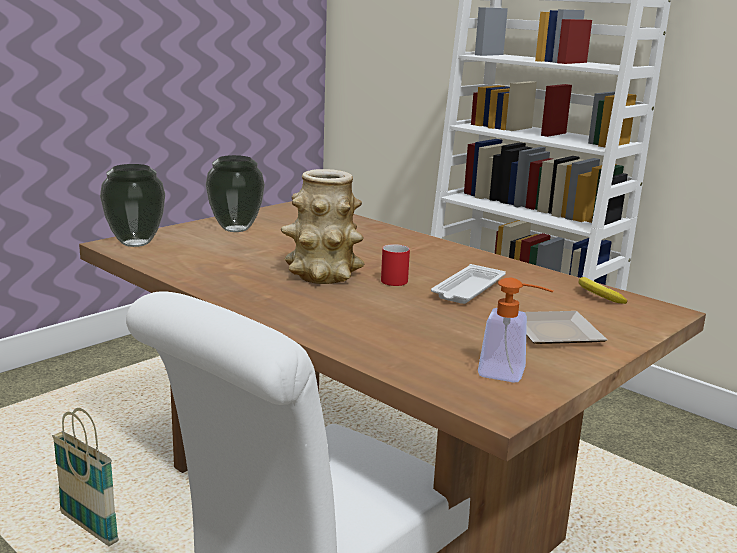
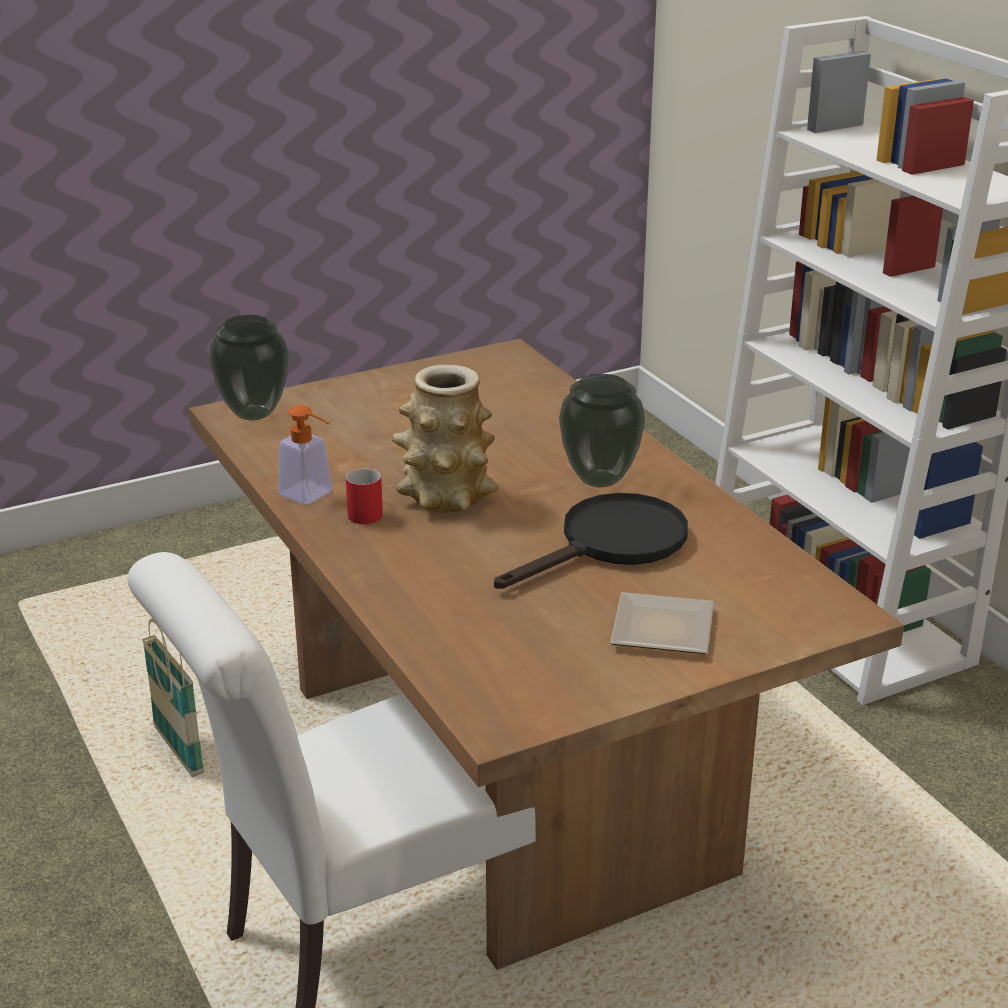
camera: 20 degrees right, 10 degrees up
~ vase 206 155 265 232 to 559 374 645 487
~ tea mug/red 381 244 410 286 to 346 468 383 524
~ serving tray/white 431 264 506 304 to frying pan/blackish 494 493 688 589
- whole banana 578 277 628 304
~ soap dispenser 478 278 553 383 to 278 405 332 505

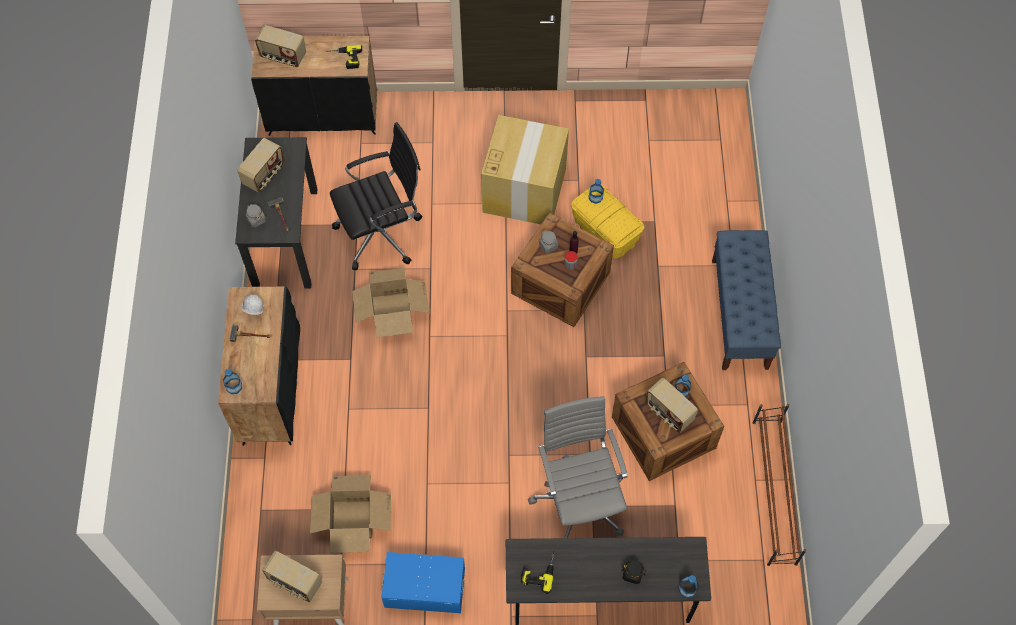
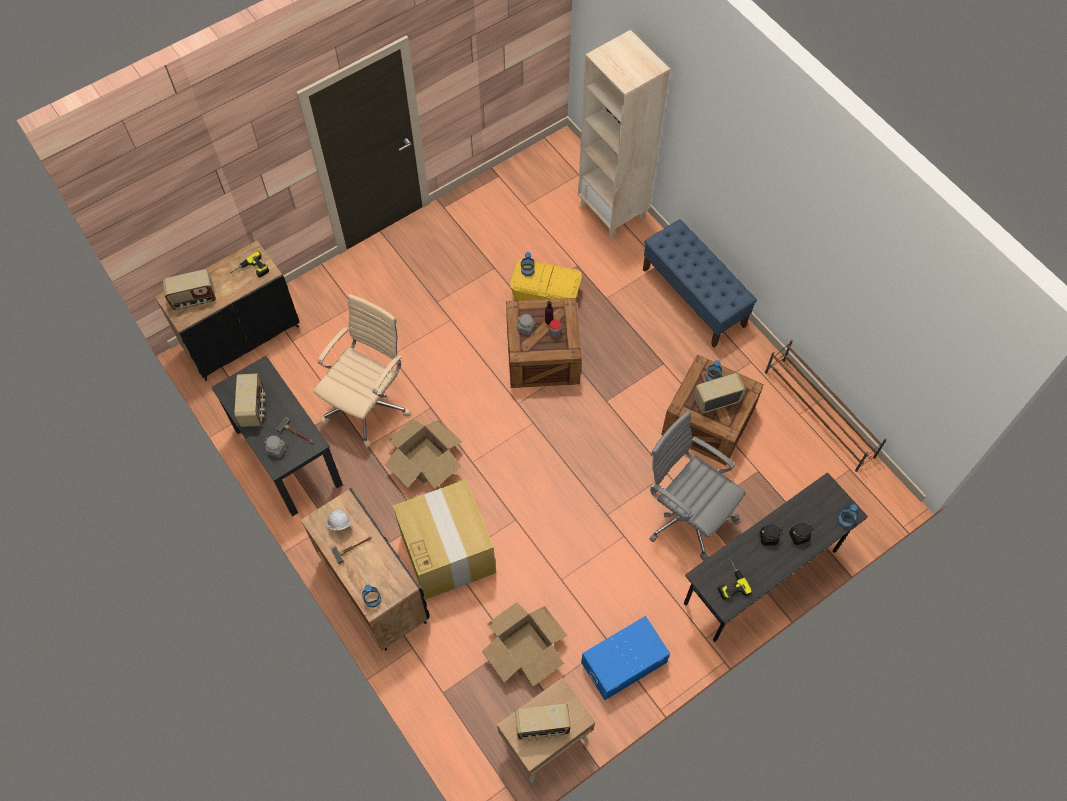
camera: 35 degrees left, 0 degrees up
~ carton 481 115 569 224 to 393 479 496 600
~ computer chair/blackish 330 122 422 270 to computer chair/beige-coloured 314 294 411 448
~ radio 645 378 698 433 = 694 373 746 414 150 degrees clockwise
+ bookcase/beige-coloured 578 30 670 239
+ jar/blackish 759 524 783 545

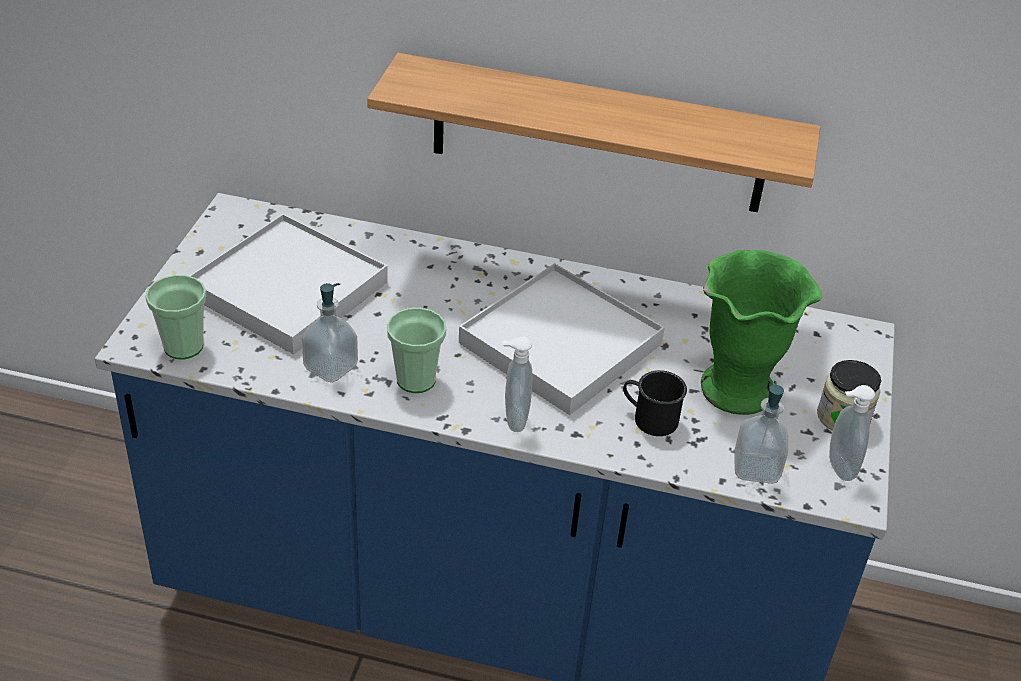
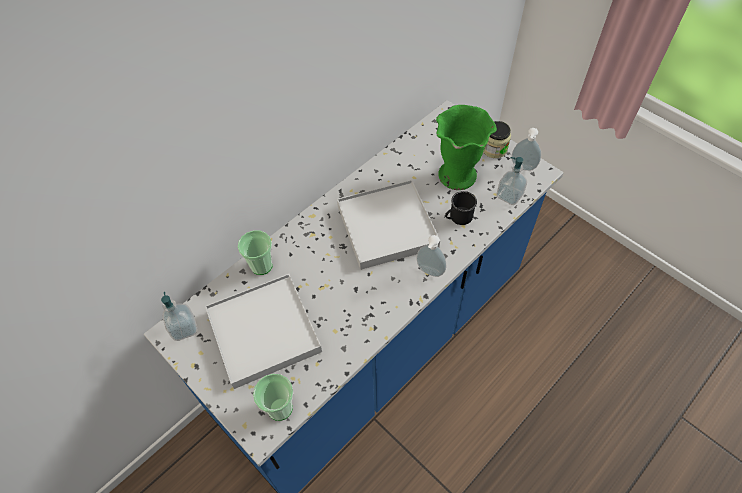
camera: 55 degrees left, 15 degrees up
- wall shelf 367 53 820 212
~ soap dispenser 302 283 358 383 to 161 292 198 341
~ drinking cup 387 308 446 393 to 238 230 272 275

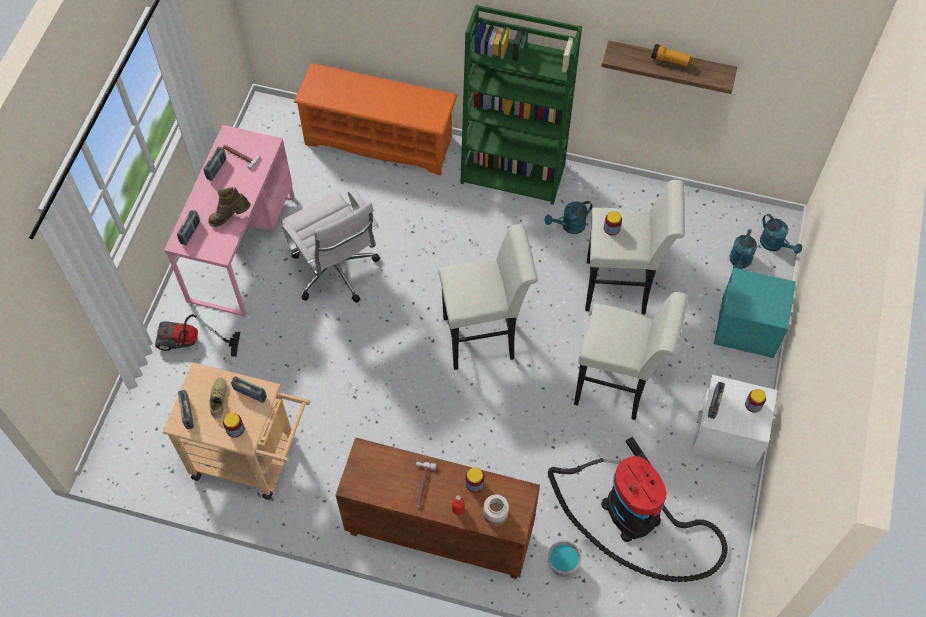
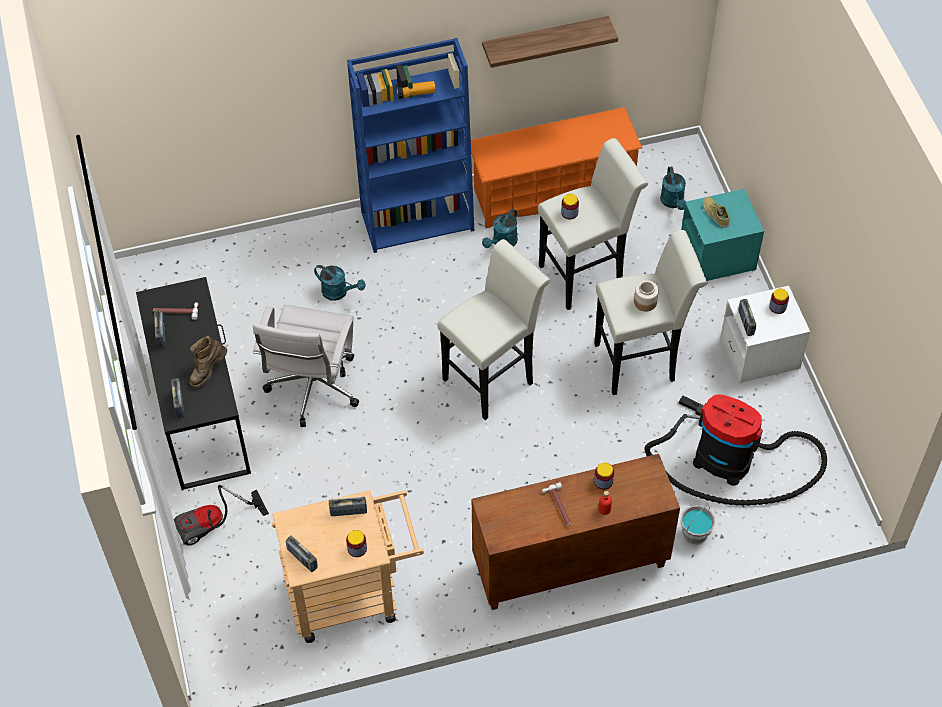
camera: 30 degrees left, 5 degrees down
~ bookcase/green 460 4 582 205 to bookcase/bluish 347 38 474 253
~ hand torch 651 44 691 67 to 396 81 436 99
~ shoe rack/orange-coloured 294 63 457 175 to 471 108 642 228
~ desk/pink-coloured 164 125 295 316 to desk/blackish 136 277 251 490
~ computer chair/white 281 189 380 303 = 253 305 359 427 75 degrees clockwise
~ watering can/turquoise 760 214 802 254 to 314 265 366 301
~ low shoe/beige-coloured 210 377 227 419 to 703 197 730 228
~ jar 483 495 509 526 to 634 280 659 312

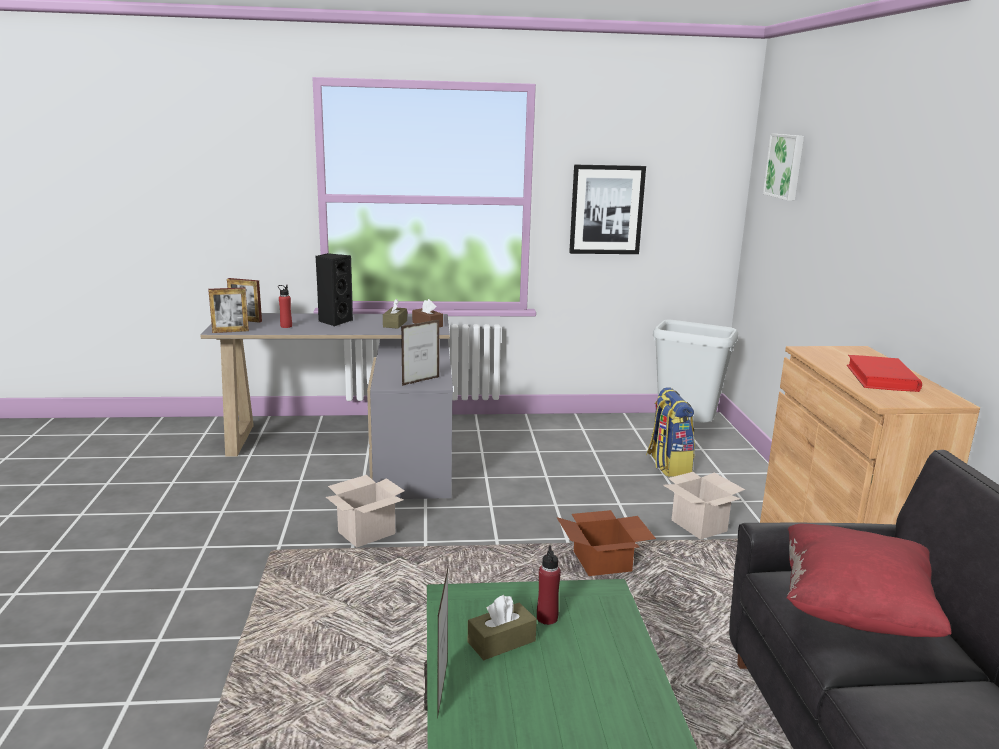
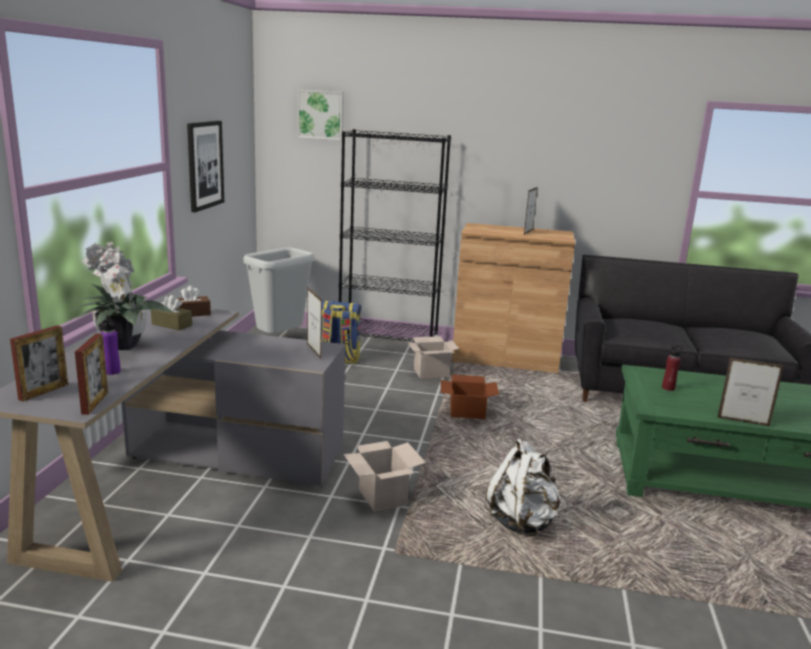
camera: 75 degrees left, 0 degrees up
~ loudspeaker/blackish 316 253 353 326 to plant in a pot 69 242 173 350
~ drink bottle/red 278 285 292 328 to drink bottle/purplish 100 315 120 375
~ book/red 847 355 922 392 to photo frame 524 187 538 235
- cushion/red 787 524 952 637
- tissue holder/brown-coloured 468 595 537 660
+ bookcase/blackish 339 129 451 342
+ rucksack/white 485 438 561 536

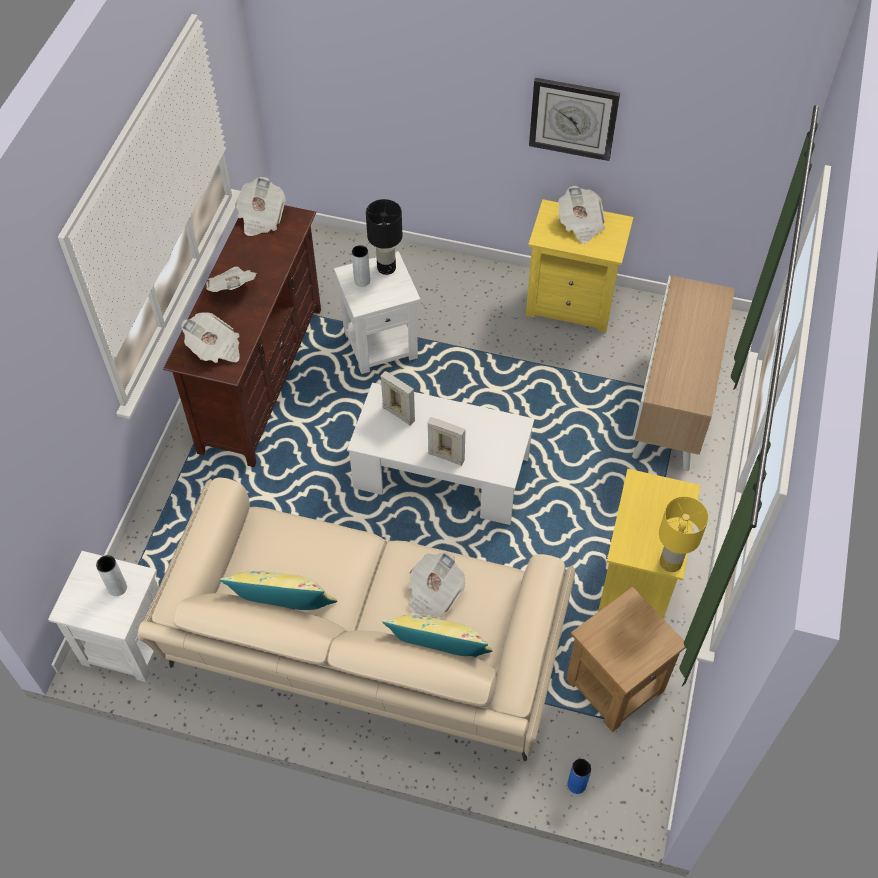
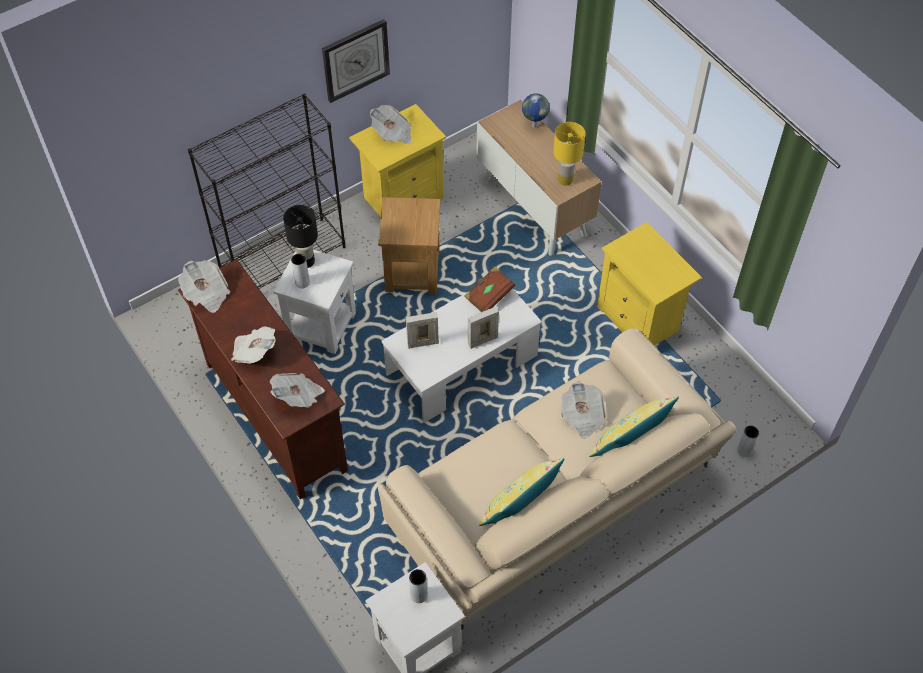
camera: 50 degrees left, 0 degrees up
~ tabletop lamp/yellow-coloured 659 496 709 572 to 553 122 586 185
~ end table/brown-coloured 566 587 686 732 to 378 197 441 294
~ vase/bluish 568 758 592 794 to vase/greyish 737 425 759 457
+ globe 522 93 550 128
+ bookcase/blackish 188 94 345 289
+ book/brown-coloured 465 266 515 312

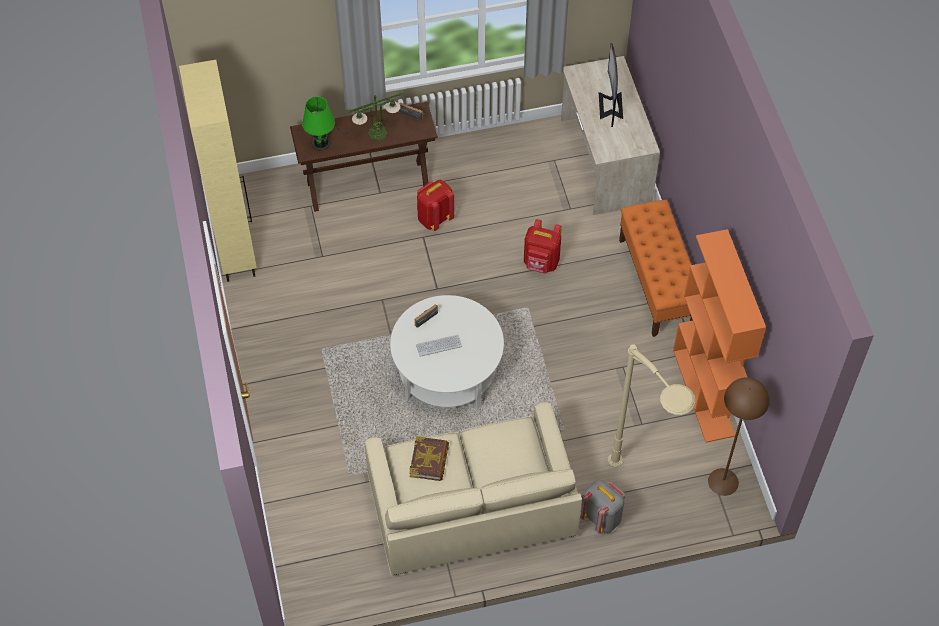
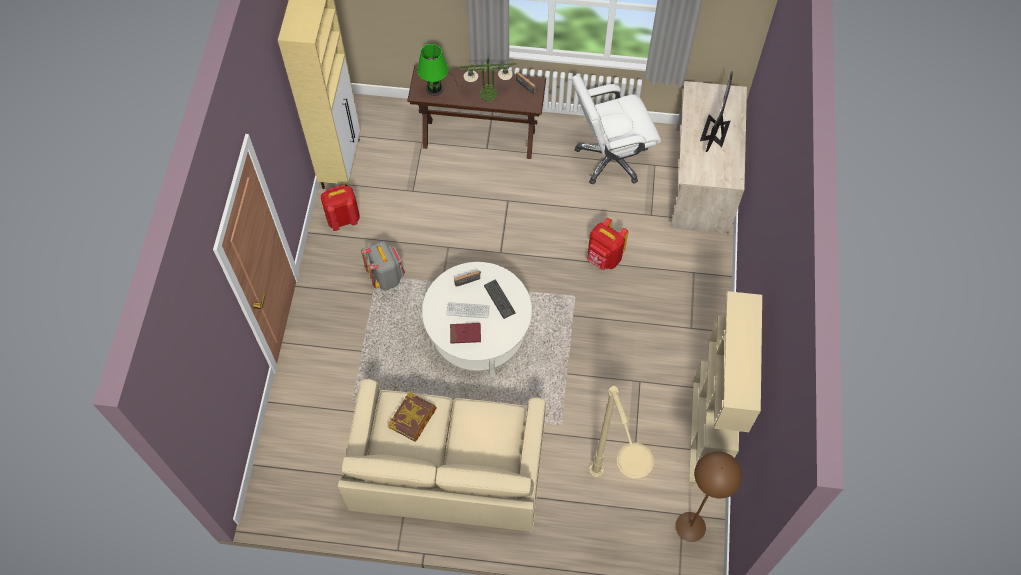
camera: 20 degrees right, 5 degrees up
~ rucksack/red 417 180 454 231 to 321 185 360 231
- bench/orange-coloured 619 200 693 337
~ bookcase/orange-coloured 673 229 766 443 to bookcase/beige-coloured 689 291 762 483
~ rucksack/greyish 580 480 625 534 to 361 241 405 290
+ computer chair/white 572 75 661 184
+ keyboard 484 280 515 319
+ book/red 450 323 481 344

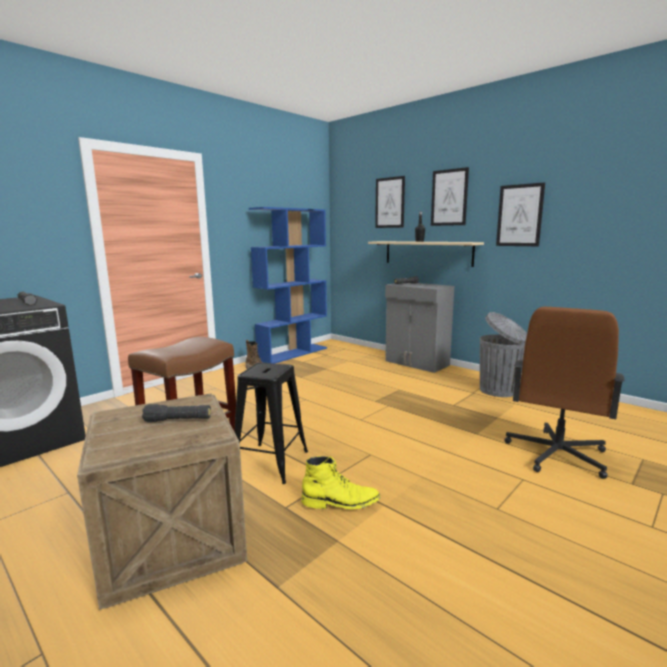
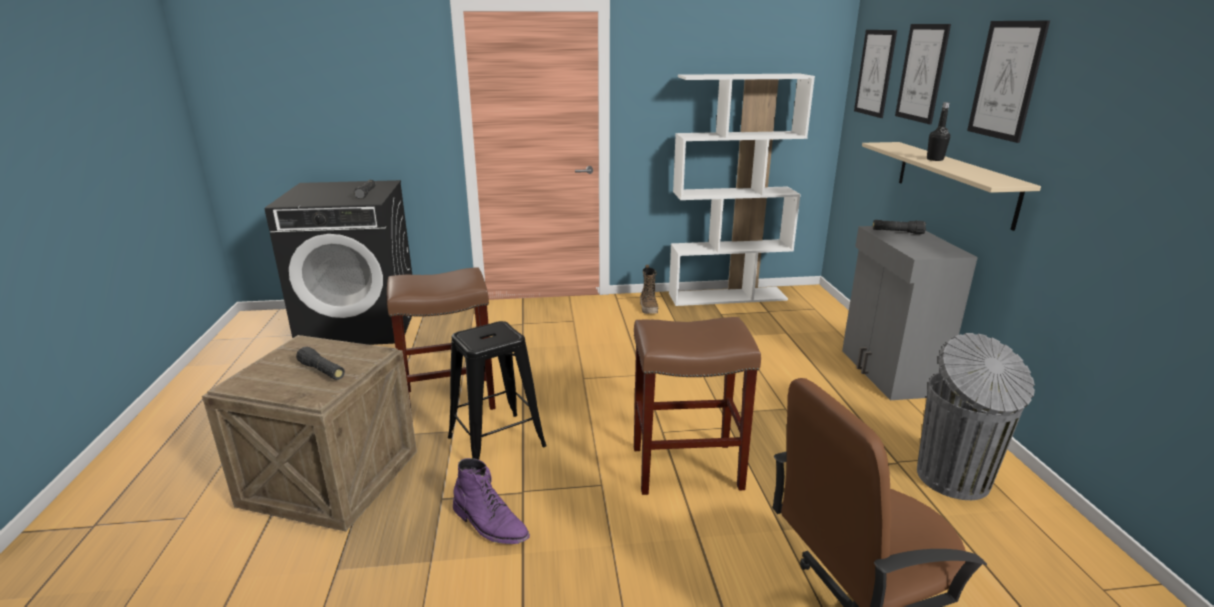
camera: 40 degrees right, 10 degrees up
~ picture 496 183 545 246 to 854 30 897 118
~ bookcase/bluish 249 207 327 364 to bookcase/white 669 74 815 306
~ tall boot/yellow-coloured 301 456 380 509 to tall boot/purplish 453 458 530 544
+ stool/brown-coloured 634 317 761 495

